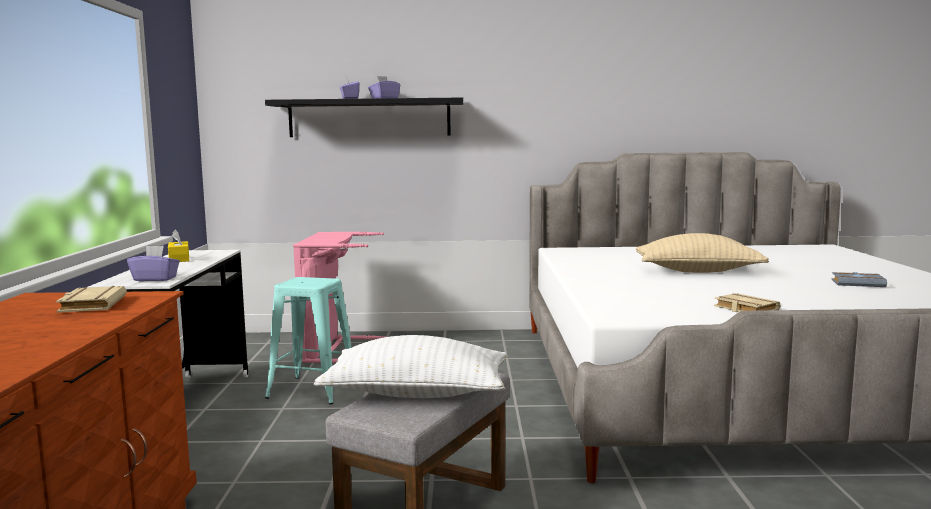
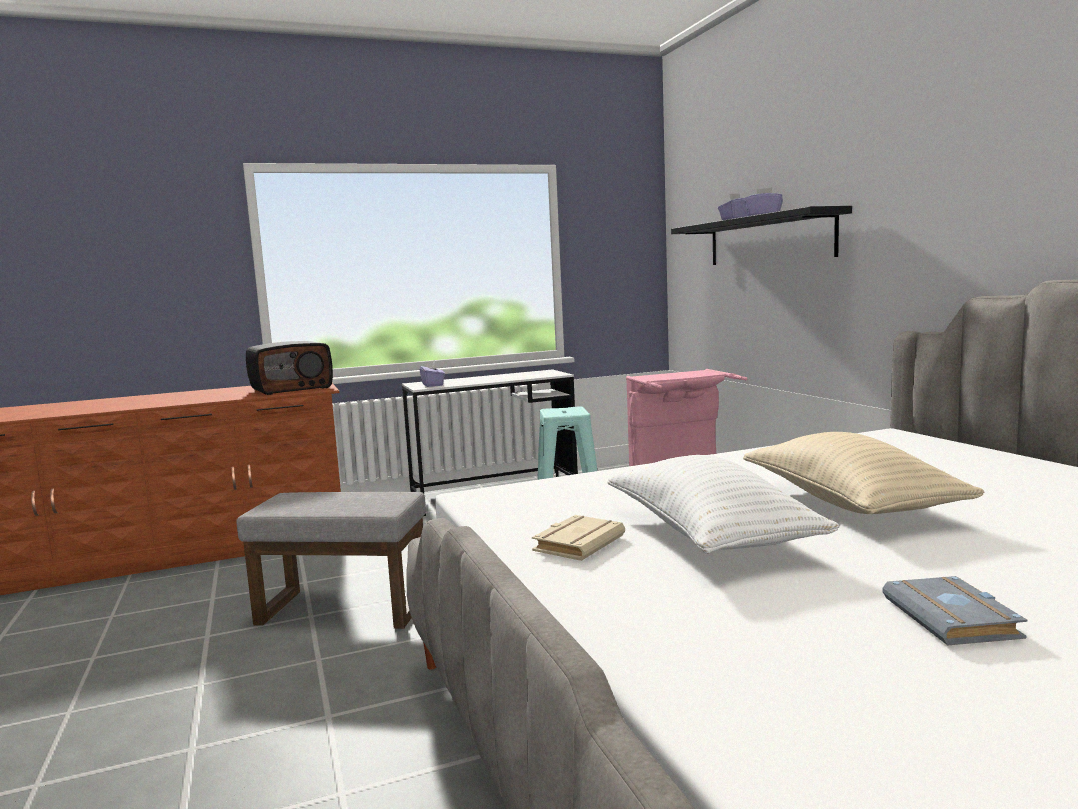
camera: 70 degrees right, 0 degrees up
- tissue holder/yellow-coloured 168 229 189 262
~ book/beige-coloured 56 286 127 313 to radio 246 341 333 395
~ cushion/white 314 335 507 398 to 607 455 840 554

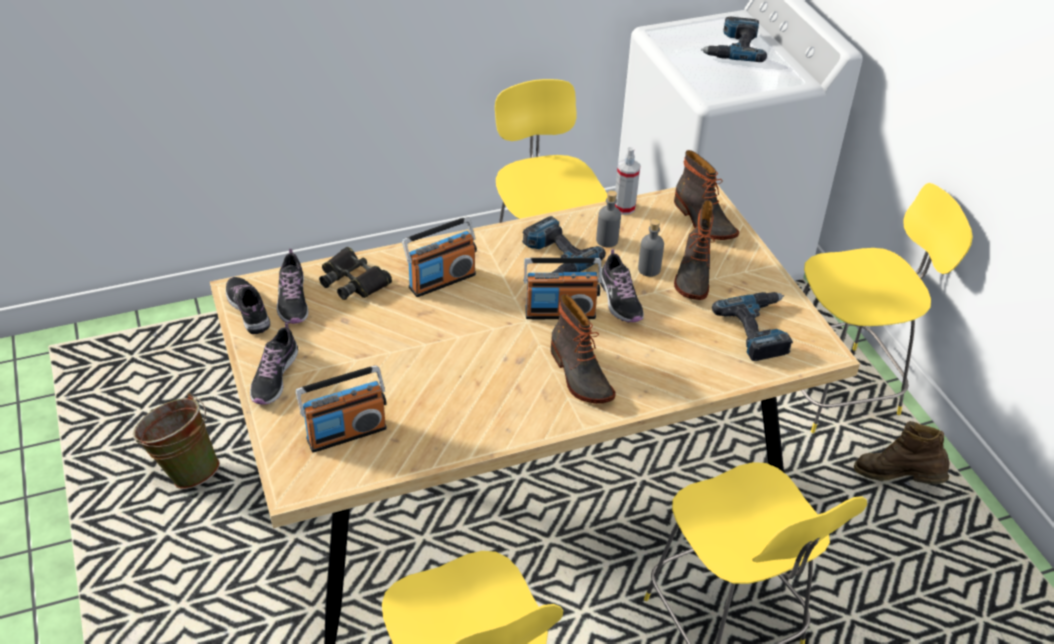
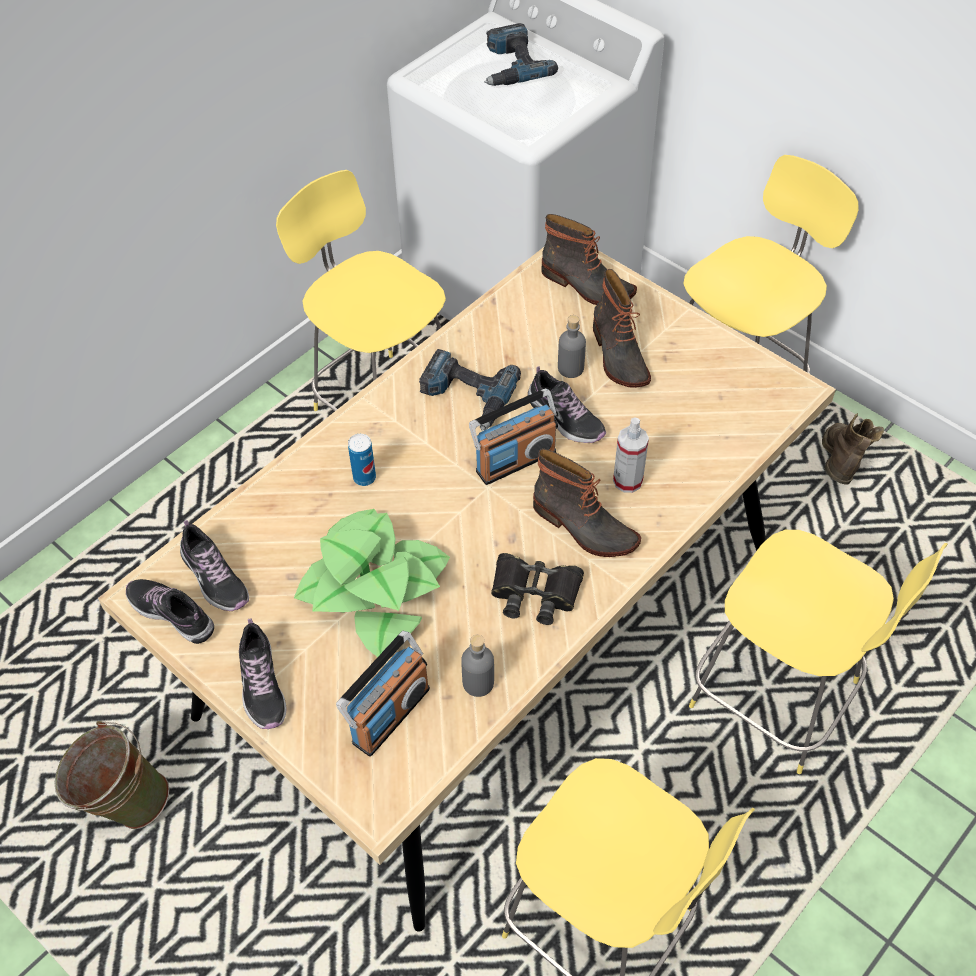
camera: 25 degrees left, 10 degrees up
~ sprayer 615 147 640 215 to 613 418 649 493
~ drink bottle/greyish 596 190 621 247 to 461 635 494 697
~ radio 402 217 477 297 to metal can 348 434 376 486
~ pair of binoculars/blackish 319 247 392 300 to 491 553 584 625
- drill 712 292 793 361
~ tall boot/brown-coloured 854 421 950 484 = 822 413 884 485 105 degrees clockwise
+ plant in a pot 294 509 450 657

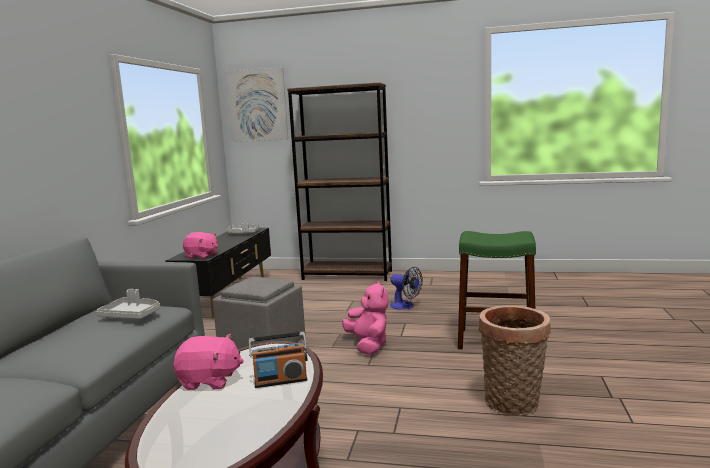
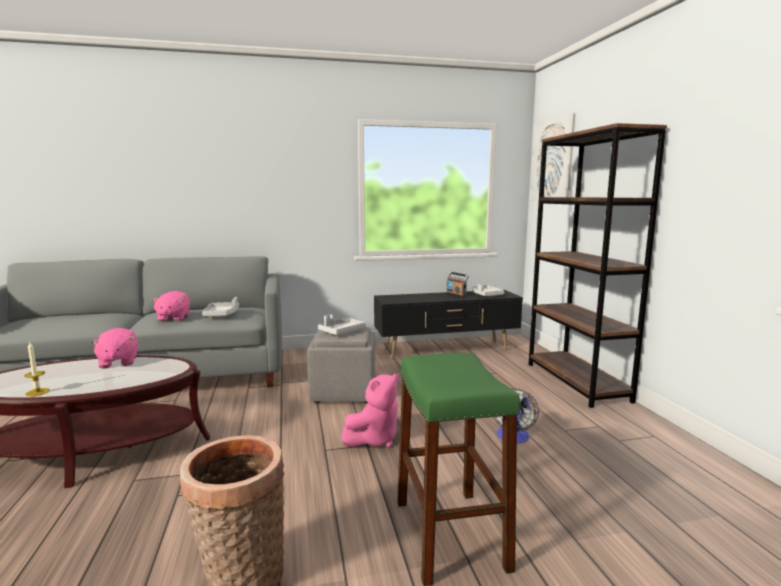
camera: 65 degrees right, 0 degrees up
~ cuddly toy/pink-coloured 183 232 218 259 to 152 291 190 322
~ radio 249 332 307 388 to 446 272 469 297
+ serving tray/greyish 318 314 366 335
+ wax candle 24 341 50 397

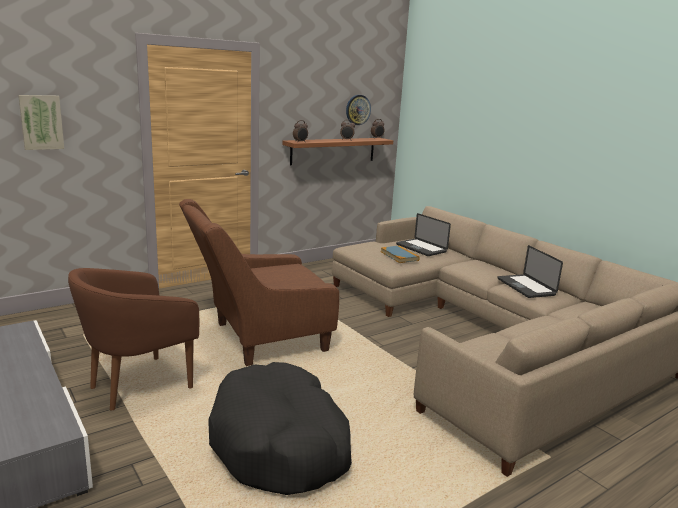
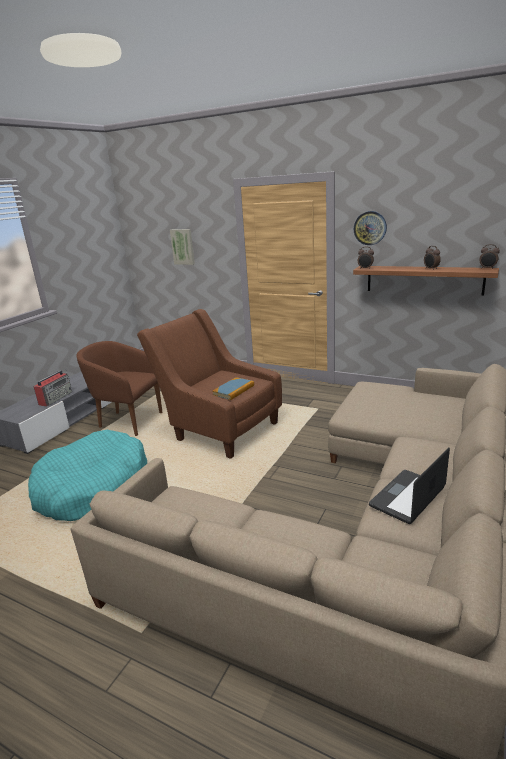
camera: 65 degrees right, 5 degrees up
~ wall clock 346 95 371 125 to 354 211 387 245
- portable computer 396 213 451 256
~ book 381 246 420 263 to 212 377 254 400
~ dog cushion/blackish 208 362 352 495 to dog cushion/turquoise 28 430 147 521
+ radio 33 370 72 407

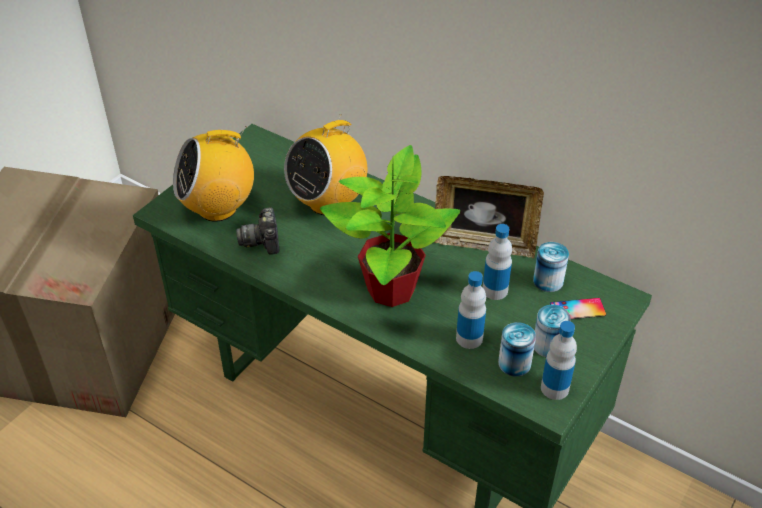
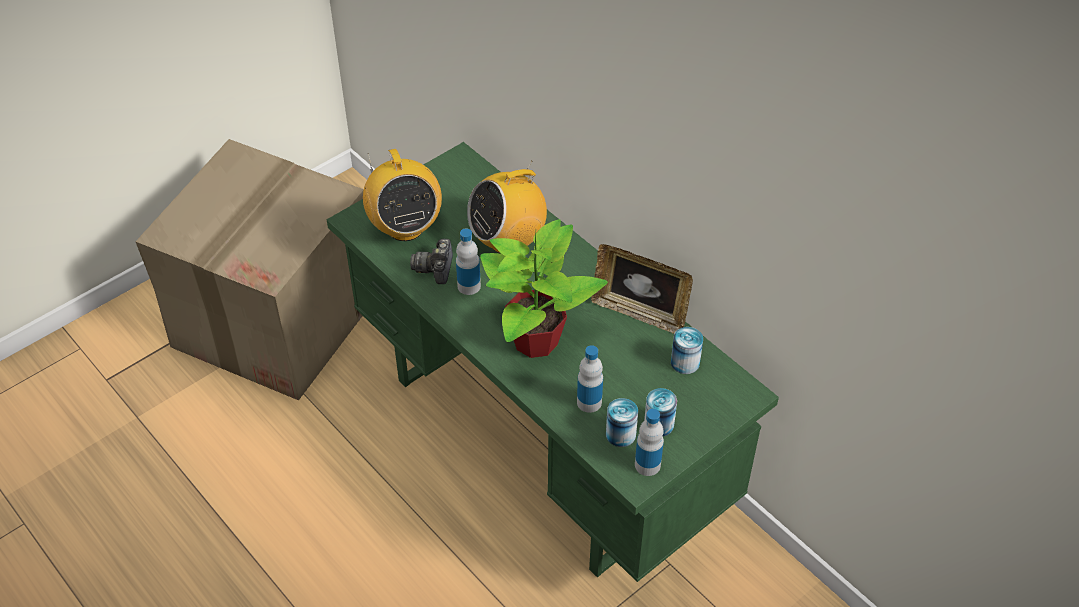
camera: 15 degrees right, 5 degrees up
~ radio 173 126 254 222 = 363 149 442 241 105 degrees counterclockwise
~ drink bottle 483 224 512 300 to 456 228 481 295
- telephone 550 298 606 319

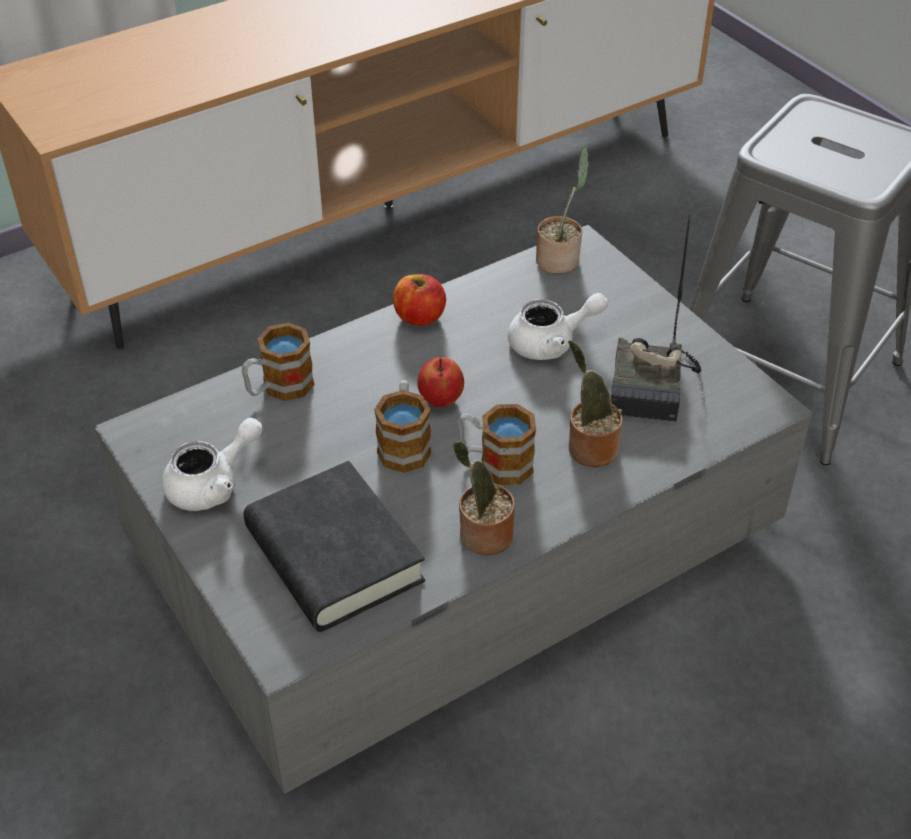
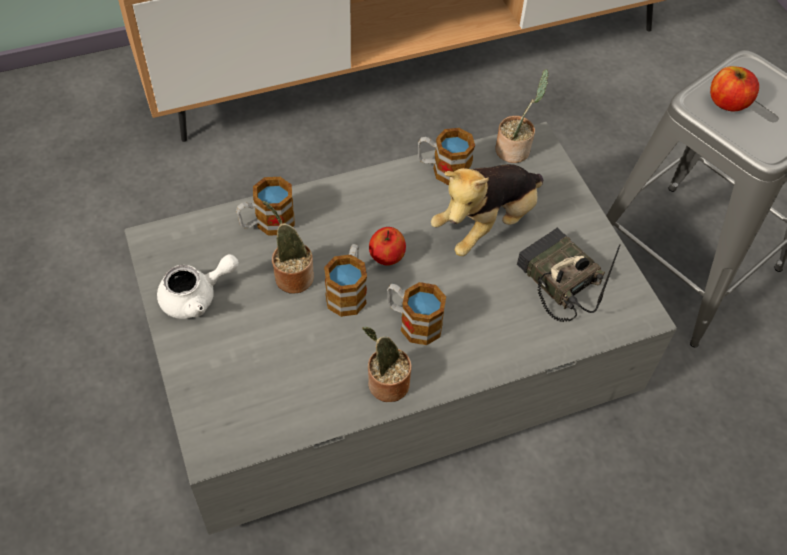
camera: 10 degrees right, 10 degrees up
~ radio 611 214 701 422 = 517 228 621 322 120 degrees clockwise
~ apple fruit 393 274 446 326 to 710 66 759 111
~ teapot/white 508 293 608 360 to cuddly toy 431 164 543 256
~ plant in a pot 568 340 623 467 to 263 201 314 294
- book/blackish 243 461 425 632
+ tea mug 418 128 475 185

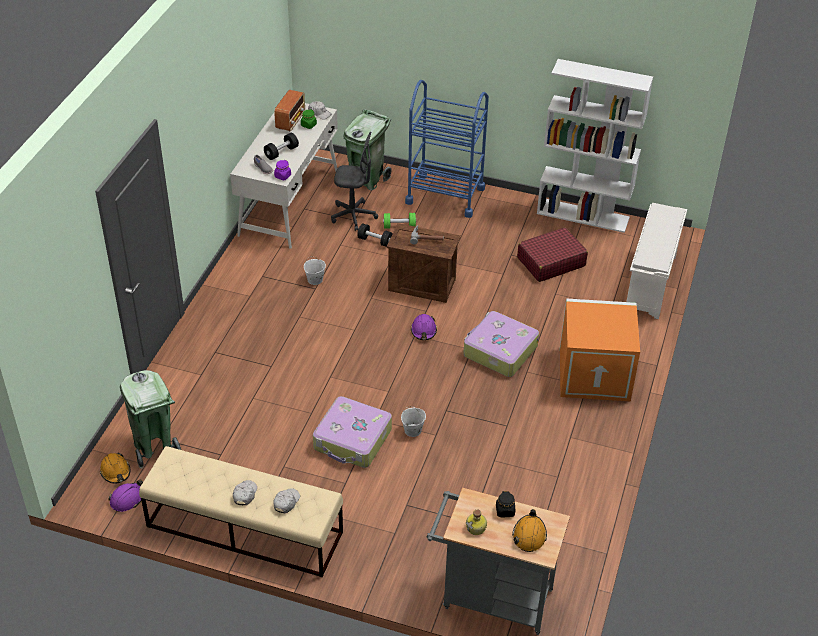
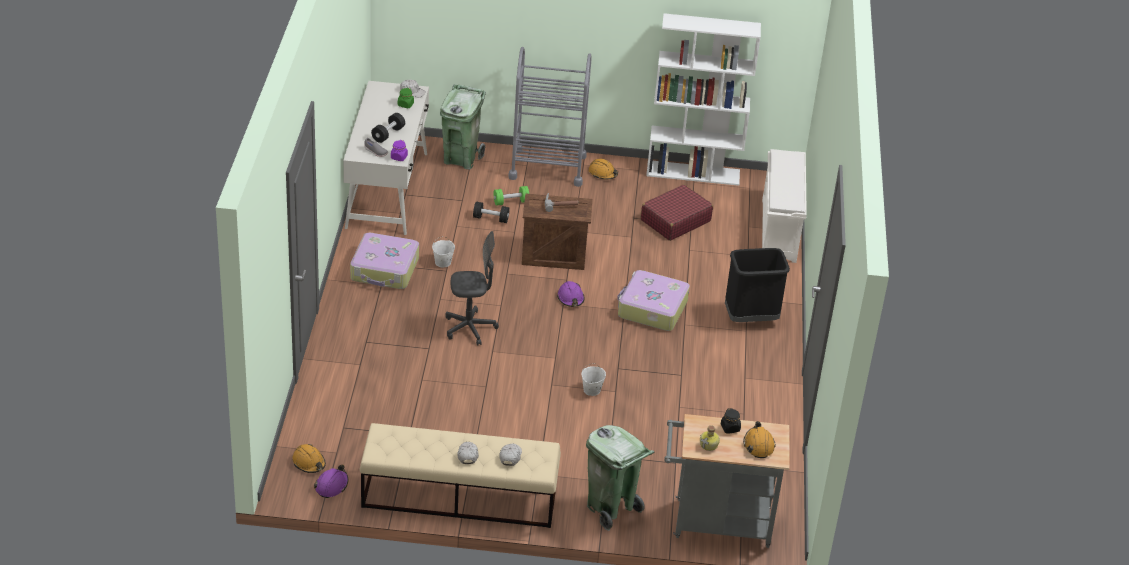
camera: 15 degrees left, 5 degrees down
~ trolley/bluish 405 80 489 218 to trolley/greyish 508 47 592 187
- radio 274 90 305 131
~ computer chair/greyish 331 132 378 231 to 445 231 499 345
~ storage box/orange-coloured 560 299 640 402 to waste bin/blackish 725 248 790 322
~ waste bin/green 120 370 181 469 to 586 425 654 531
~ piece of luggage 313 396 392 468 to 350 233 419 289
+ work helmet/orange-coloured 588 159 618 180

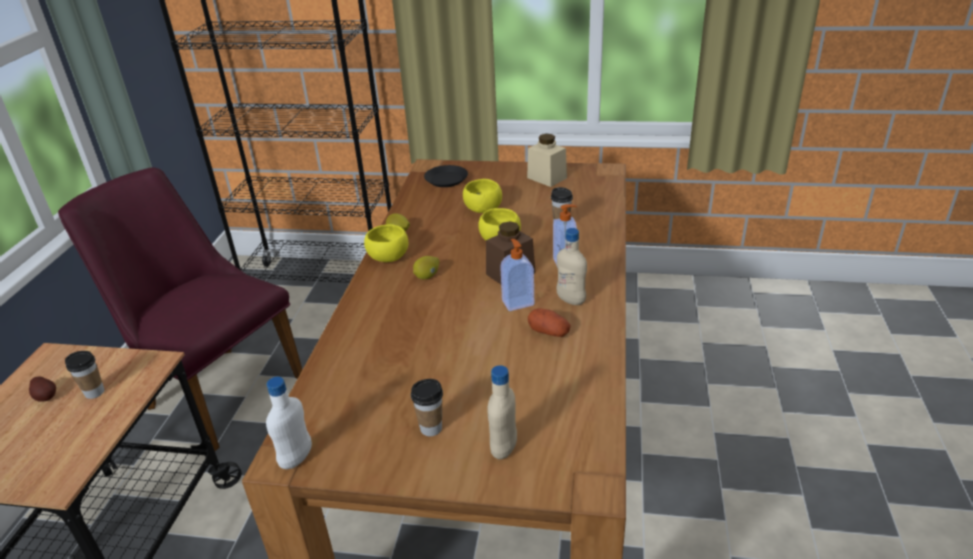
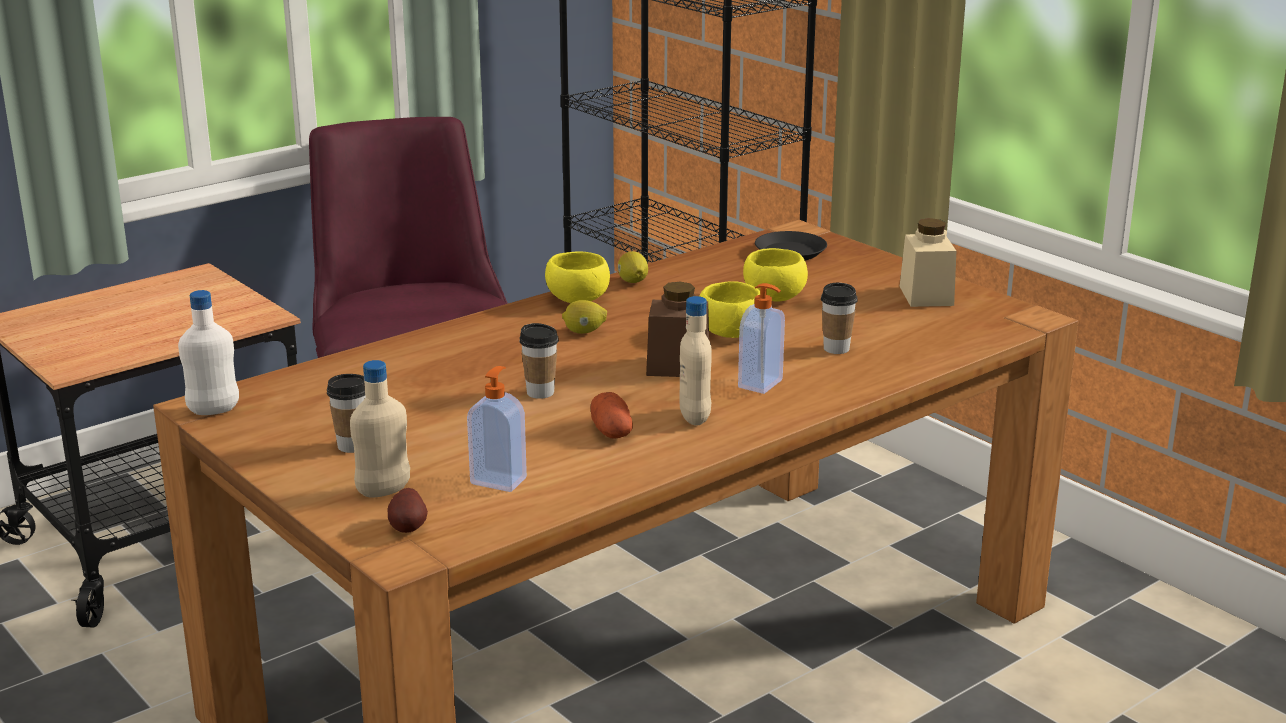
camera: 40 degrees right, 10 degrees down
~ soap dispenser 500 239 534 311 to 467 366 527 492
~ drinking cup 65 351 104 399 to 520 323 559 399
~ potato 29 376 56 402 to 387 488 428 533

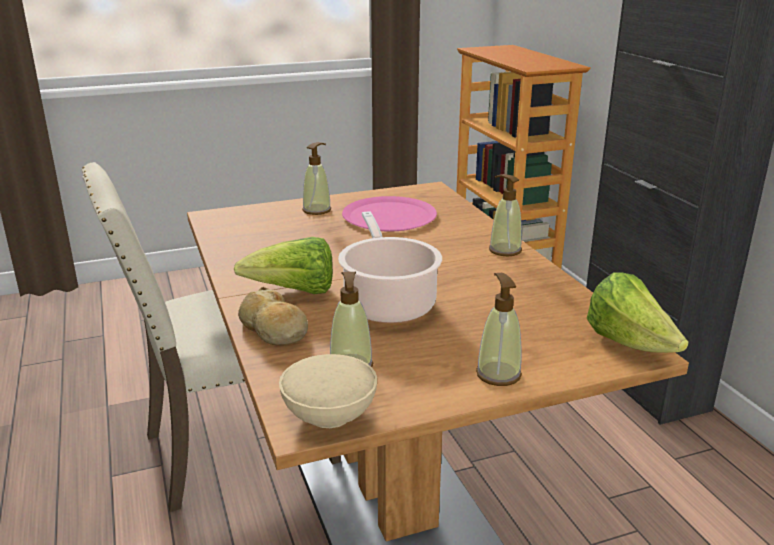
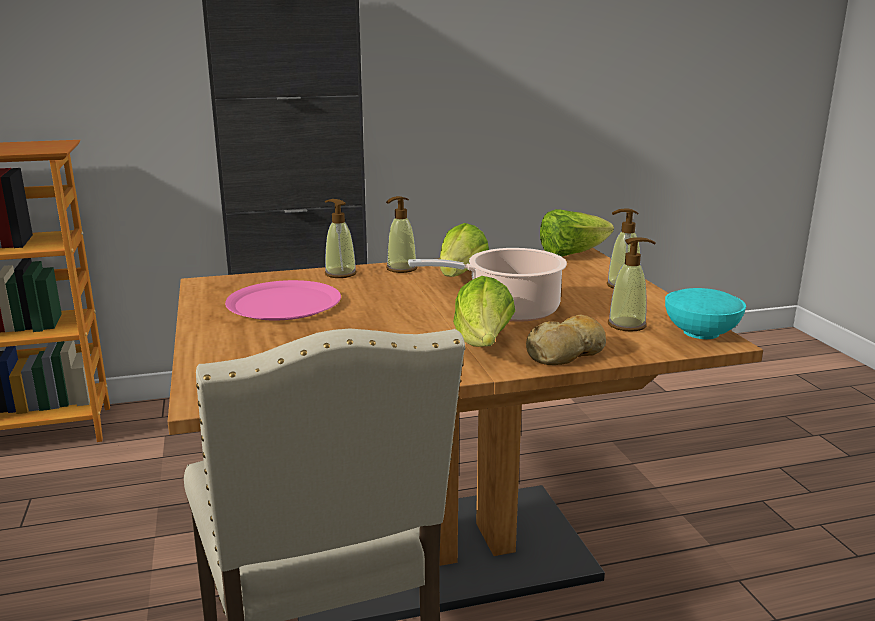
camera: 85 degrees left, 5 degrees down
~ soap dispenser 302 142 331 215 to 325 199 357 278
~ serving bowl/beige-coloured 279 354 377 428 to serving bowl/turquoise 665 288 746 339
+ lettuce head 440 223 489 277

